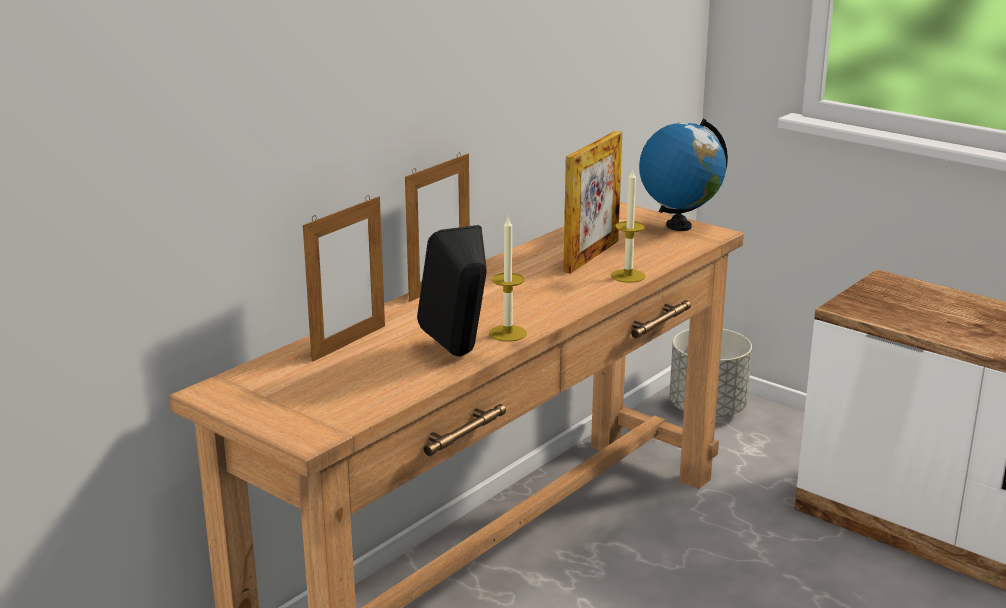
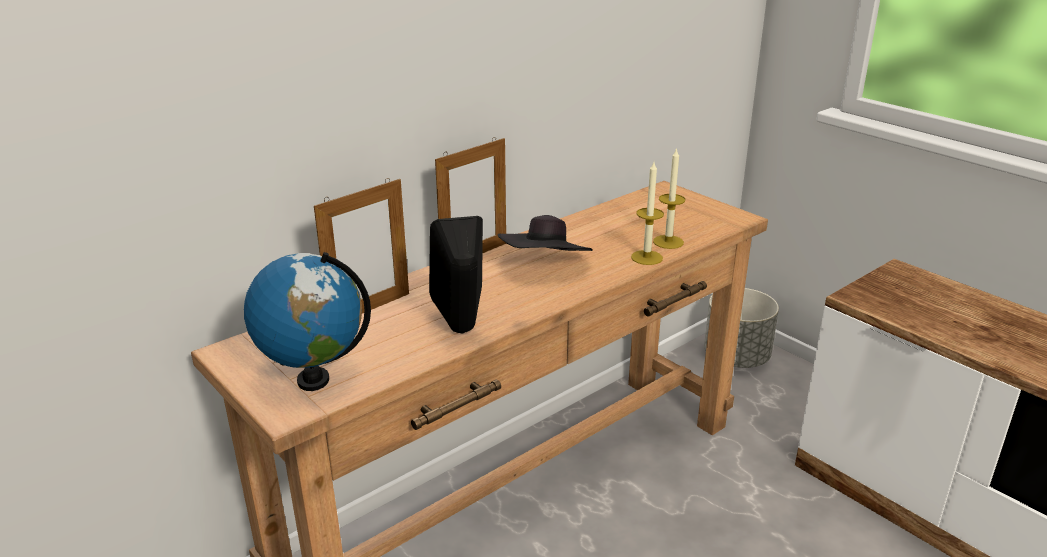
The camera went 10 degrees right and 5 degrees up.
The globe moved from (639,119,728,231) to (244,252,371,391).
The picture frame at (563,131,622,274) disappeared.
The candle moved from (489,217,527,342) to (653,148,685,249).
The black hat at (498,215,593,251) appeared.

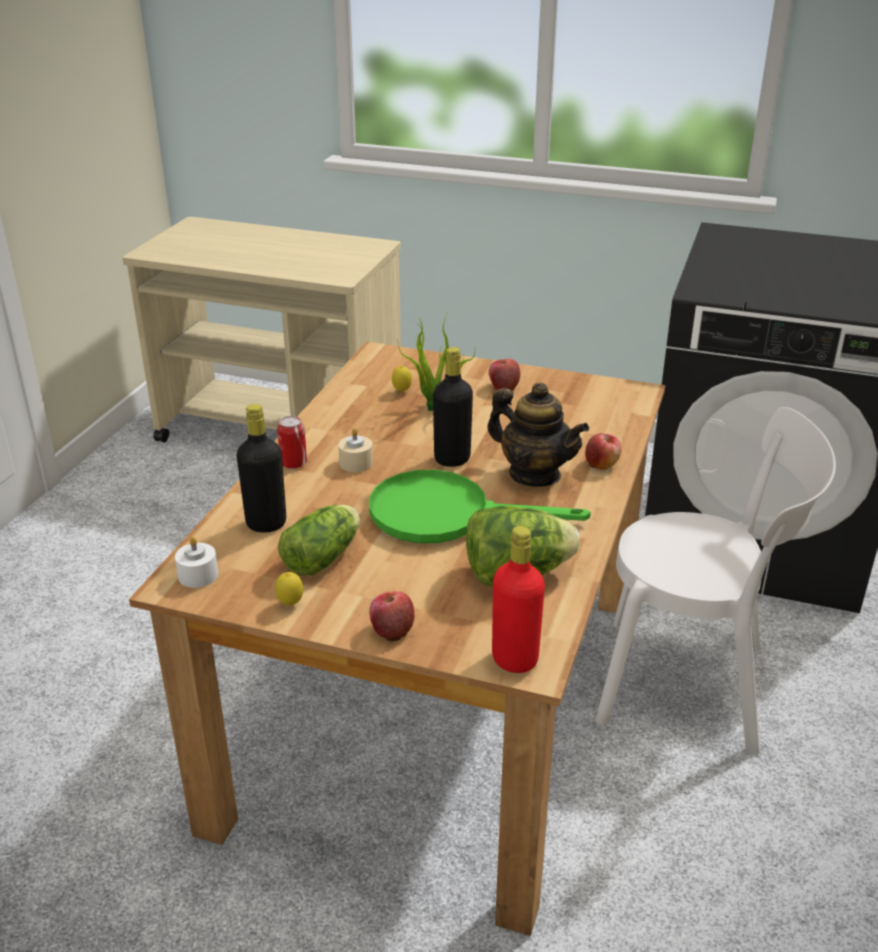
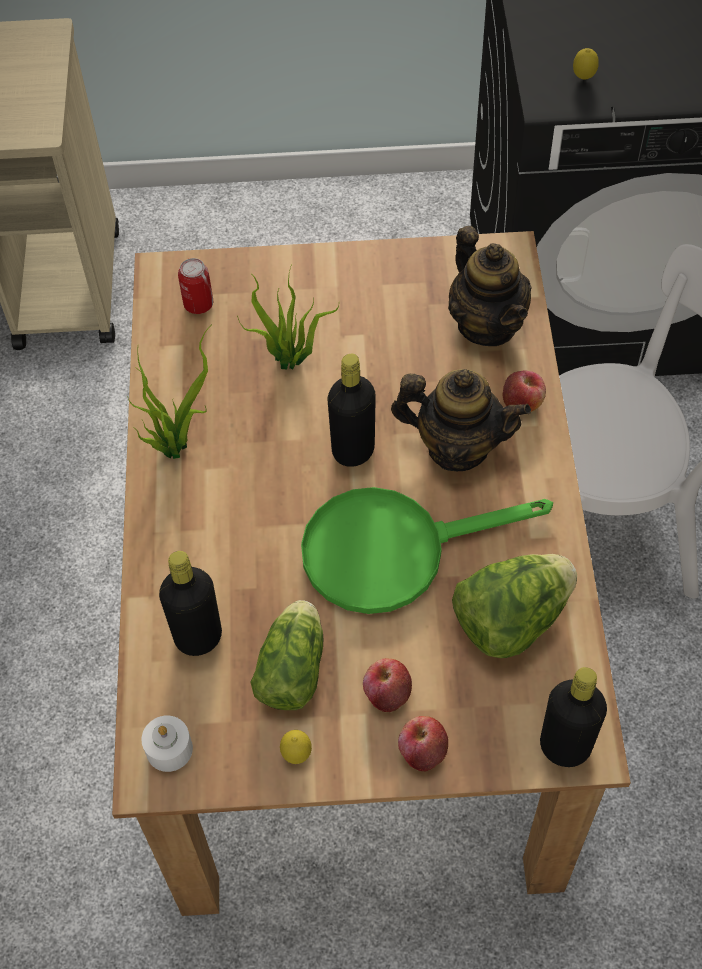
The camera went 20 degrees left and 25 degrees up.
The apple moved from (489,359,520,390) to (363,658,412,712).
The lemon moved from (392,366,412,392) to (573,48,599,79).
The can moved from (277,416,307,469) to (178,258,213,314).
The beige candle at (338,428,373,472) disappeared.
The red bottle at (492,526,545,673) became the black bottle at (540,667,607,767).
The teapot at (448,226,531,346) appeared.
The potted plant at (127,324,212,459) appeared.

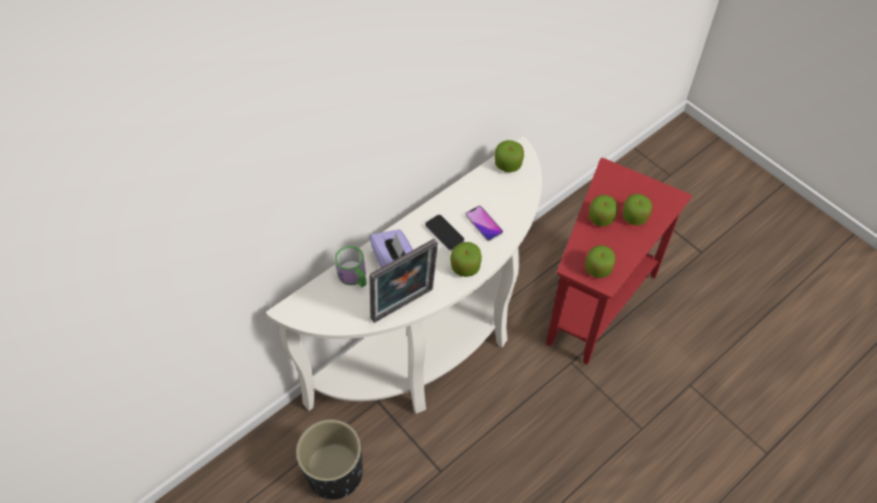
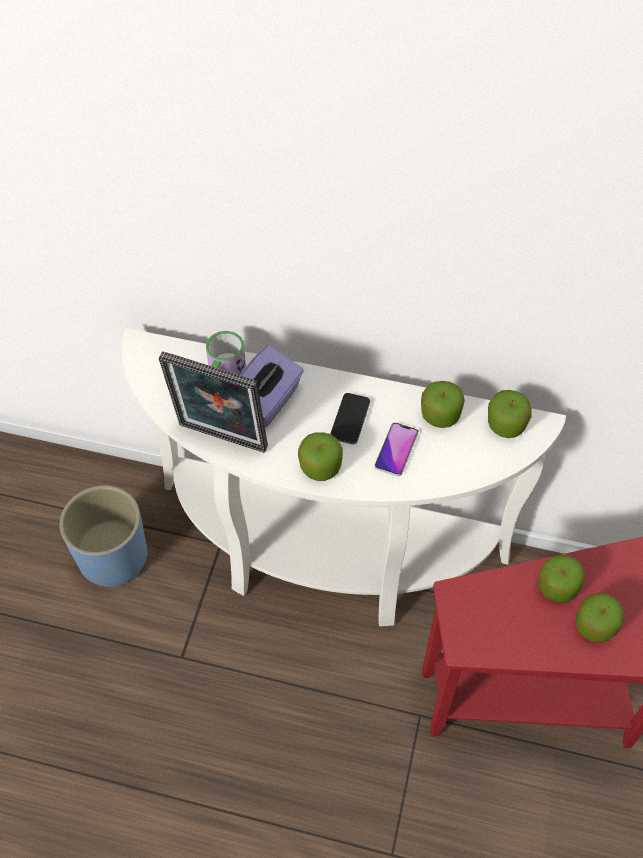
The camera went 55 degrees right and 0 degrees up.
The apple moved from (585,245,615,278) to (421,381,465,428).
The black planter at (296,419,363,500) became the blue planter at (60,485,147,587).

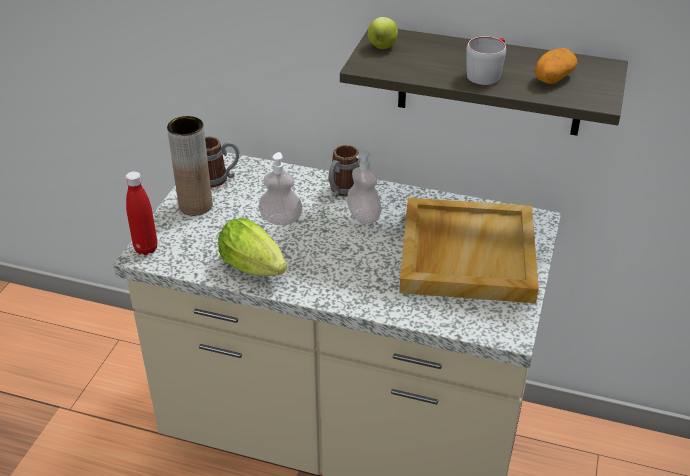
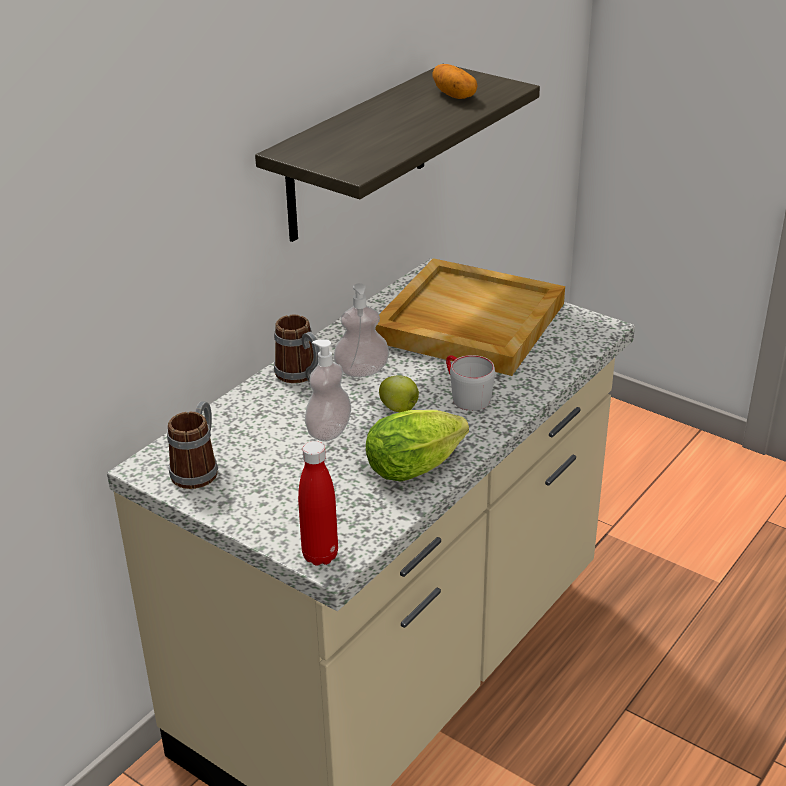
The camera went 70 degrees left and 5 degrees down.
The apple moved from (368,17,398,49) to (379,375,419,412).
The grey mug moved from (466,36,506,85) to (446,355,495,411).
The brown vase at (167,116,212,216) disappeared.

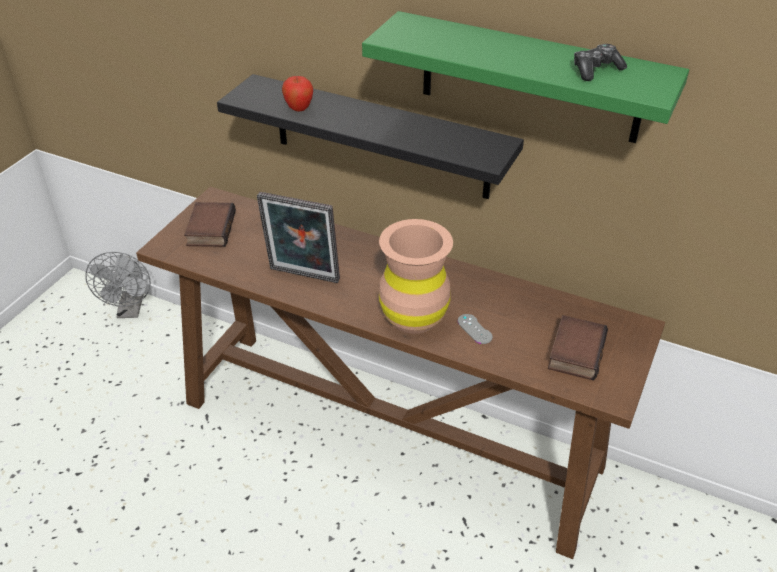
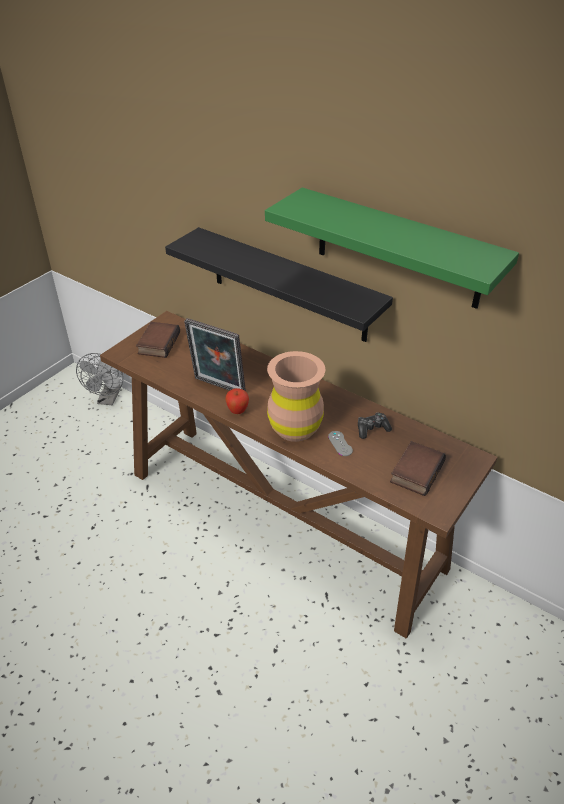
The camera went 10 degrees right and 0 degrees up.
The game controller moved from (574,44,627,81) to (358,412,392,439).
The apple moved from (282,76,313,112) to (225,388,249,414).

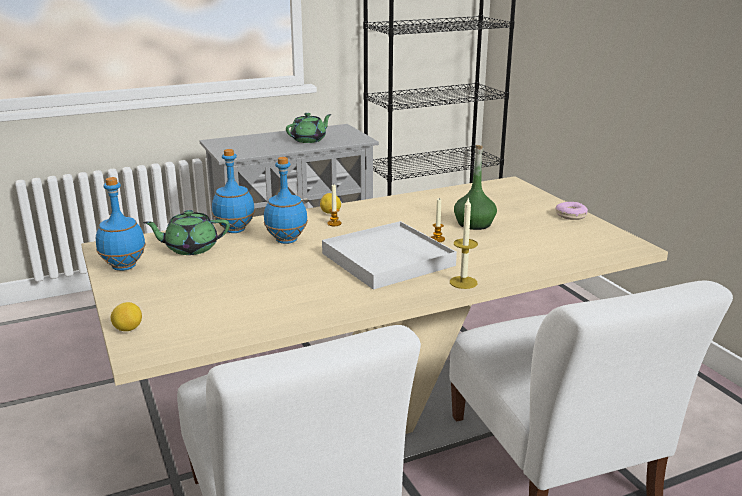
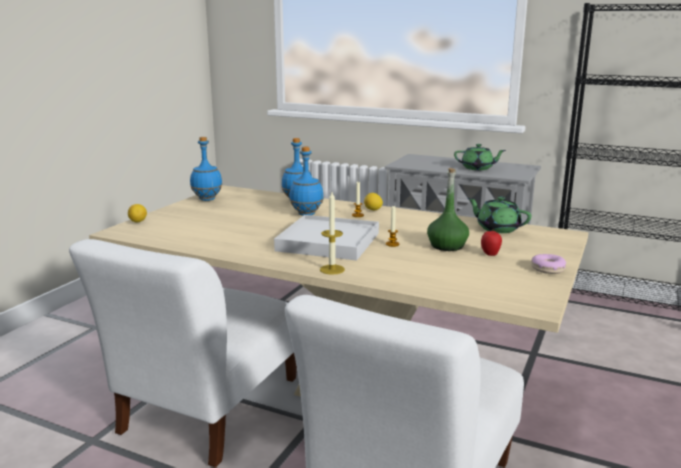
The camera went 50 degrees right and 5 degrees down.
The green teapot moved from (143,210,230,255) to (468,196,531,233).
The apple at (481,230,502,256) appeared.

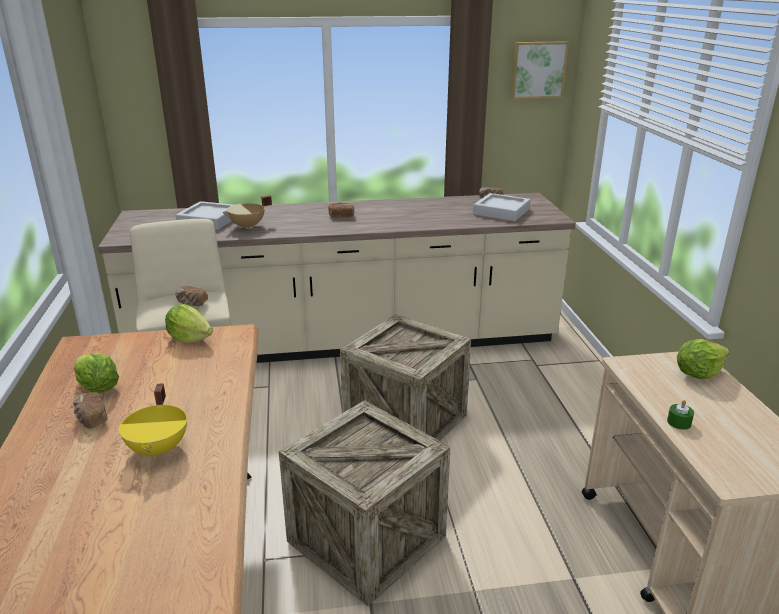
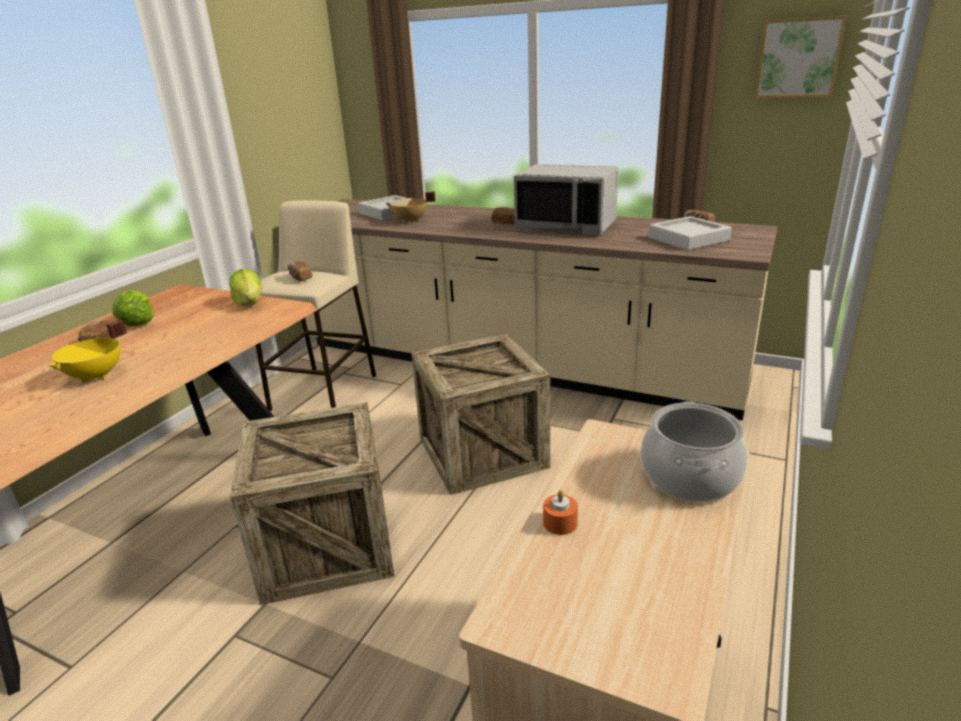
The camera went 35 degrees right and 0 degrees up.
The lettuce at (677,339,729,379) was replaced by the cooking pot at (641,401,748,502).
The green candle at (667,400,694,430) became the orange candle at (543,490,578,535).
The grey microwave at (514,164,619,235) appeared.

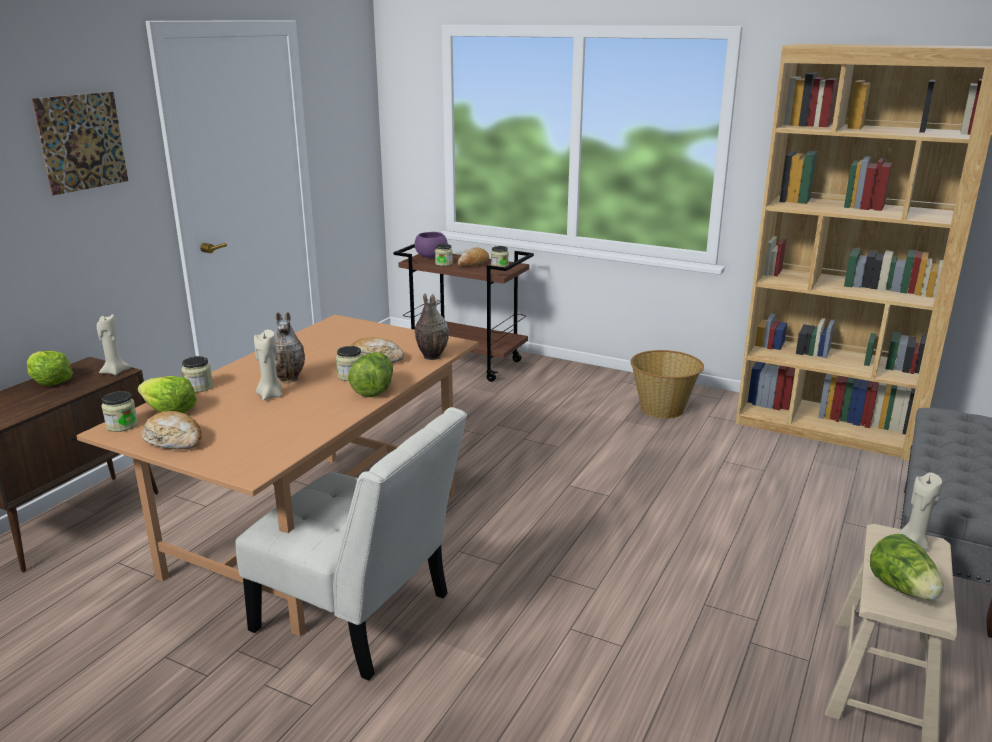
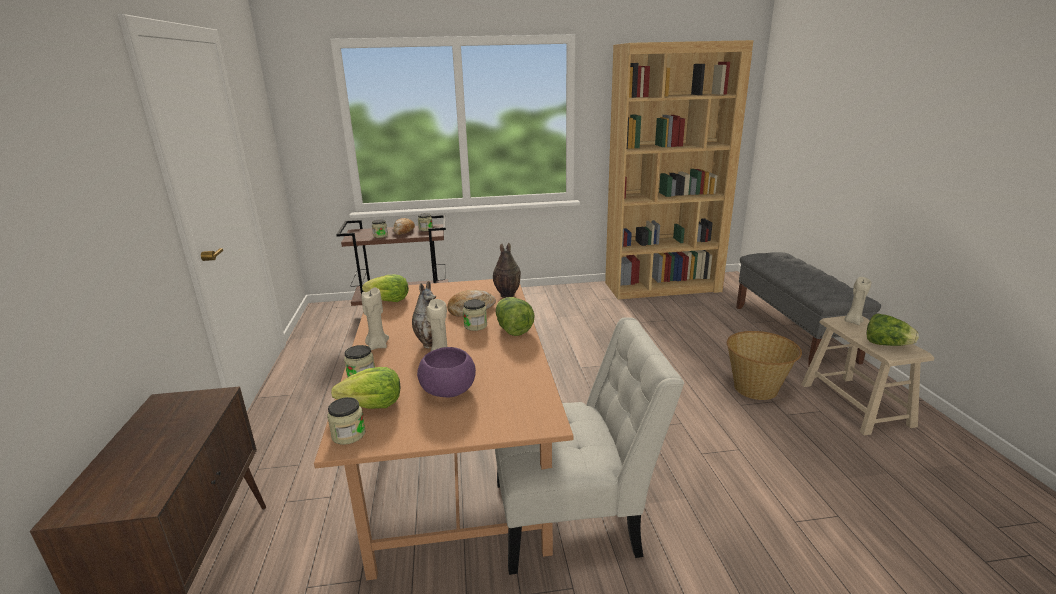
The camera went 35 degrees left and 0 degrees up.
The picture at (32,92,128,195) disappeared.
The purple bowl moved from (415,232,448,258) to (417,347,476,398).
The beige candle moved from (97,314,131,375) to (361,288,389,350).
The basket moved from (630,350,704,419) to (727,331,802,400).
The lettuce moved from (27,351,73,386) to (362,275,409,302).
The bread at (142,411,202,450) disappeared.

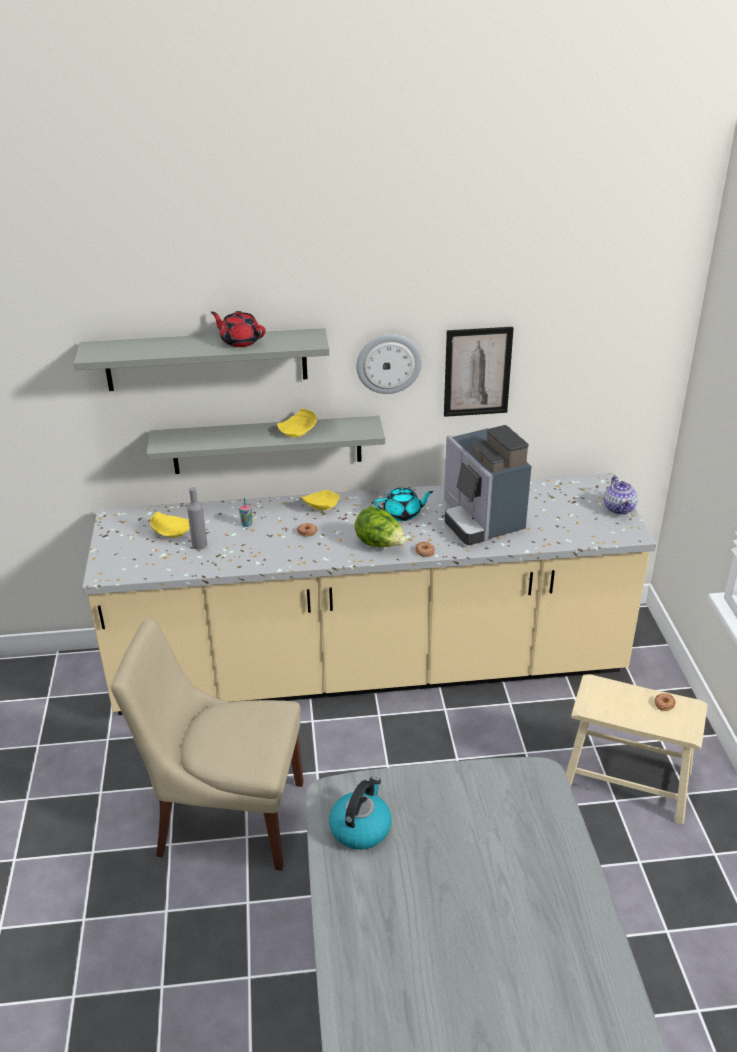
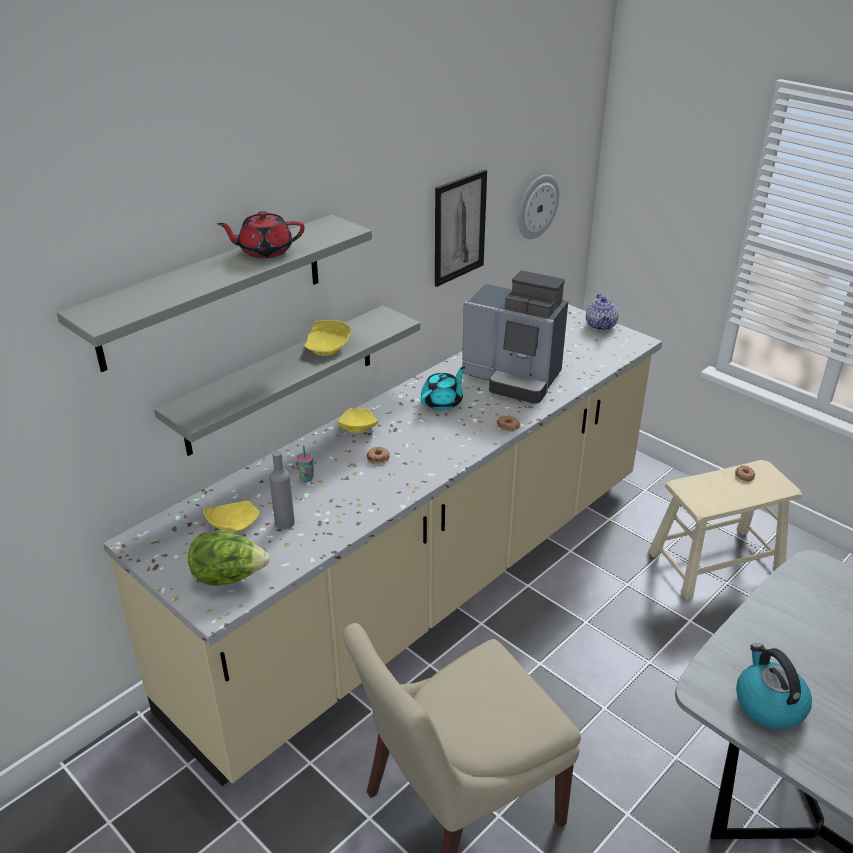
The camera went 40 degrees left and 0 degrees up.
The wall clock moved from (356,334,422,394) to (518,175,559,239).
The teapot at (604,476,638,515) turned 45 degrees clockwise.
The lettuce moved from (355,506,406,547) to (188,531,270,586).

